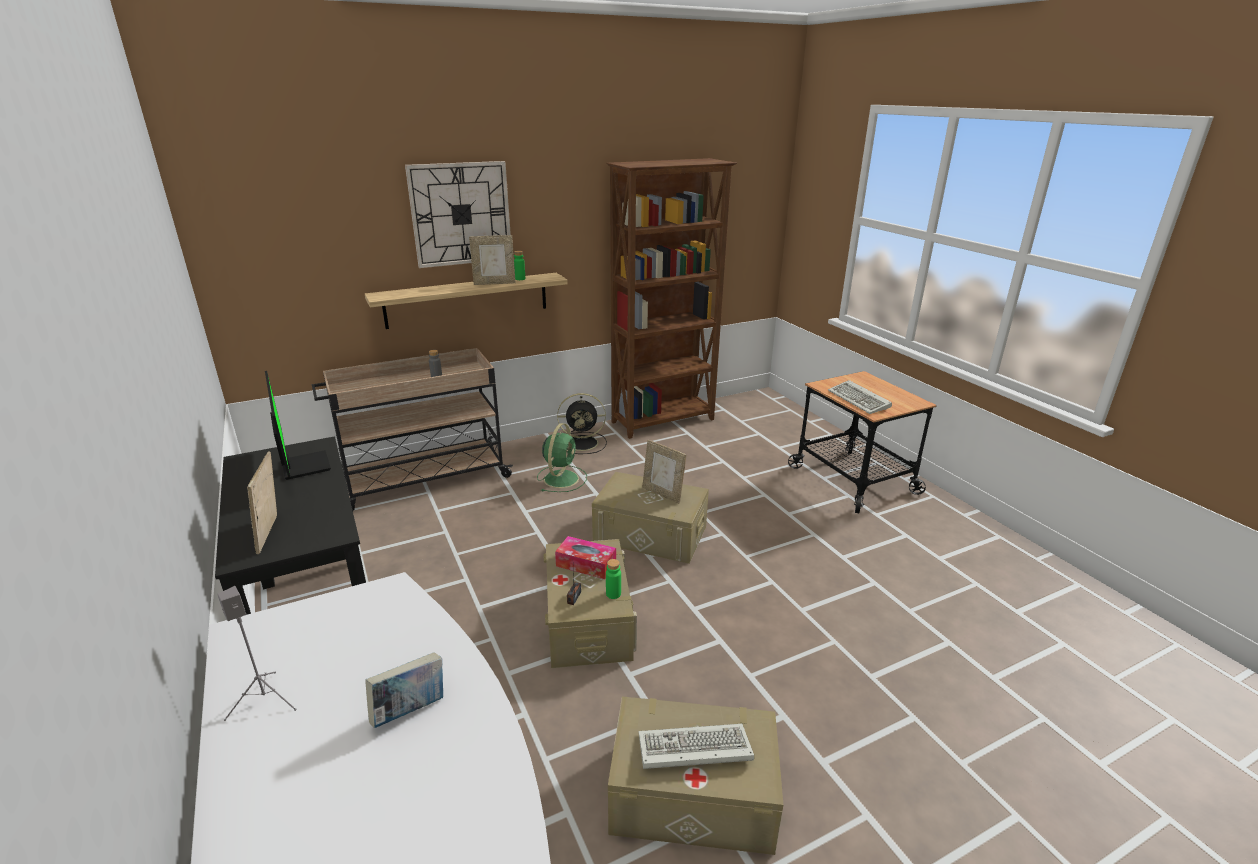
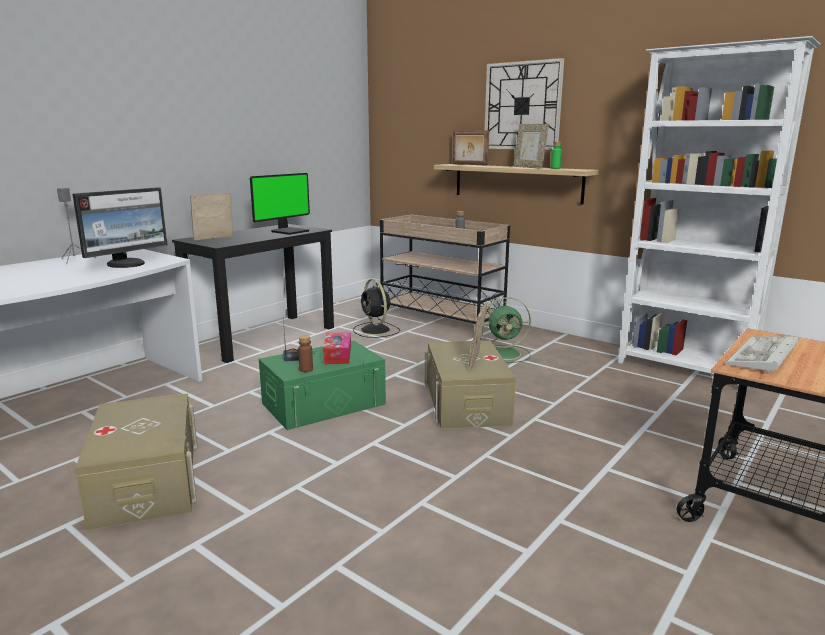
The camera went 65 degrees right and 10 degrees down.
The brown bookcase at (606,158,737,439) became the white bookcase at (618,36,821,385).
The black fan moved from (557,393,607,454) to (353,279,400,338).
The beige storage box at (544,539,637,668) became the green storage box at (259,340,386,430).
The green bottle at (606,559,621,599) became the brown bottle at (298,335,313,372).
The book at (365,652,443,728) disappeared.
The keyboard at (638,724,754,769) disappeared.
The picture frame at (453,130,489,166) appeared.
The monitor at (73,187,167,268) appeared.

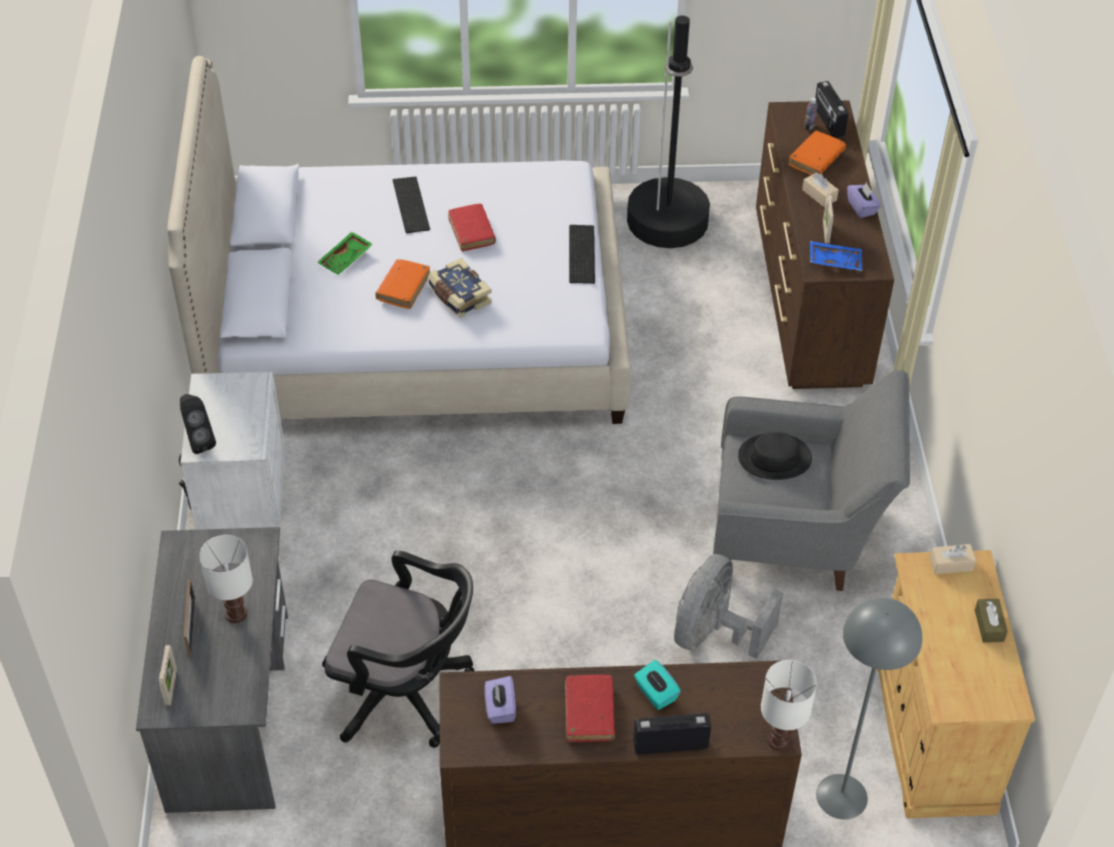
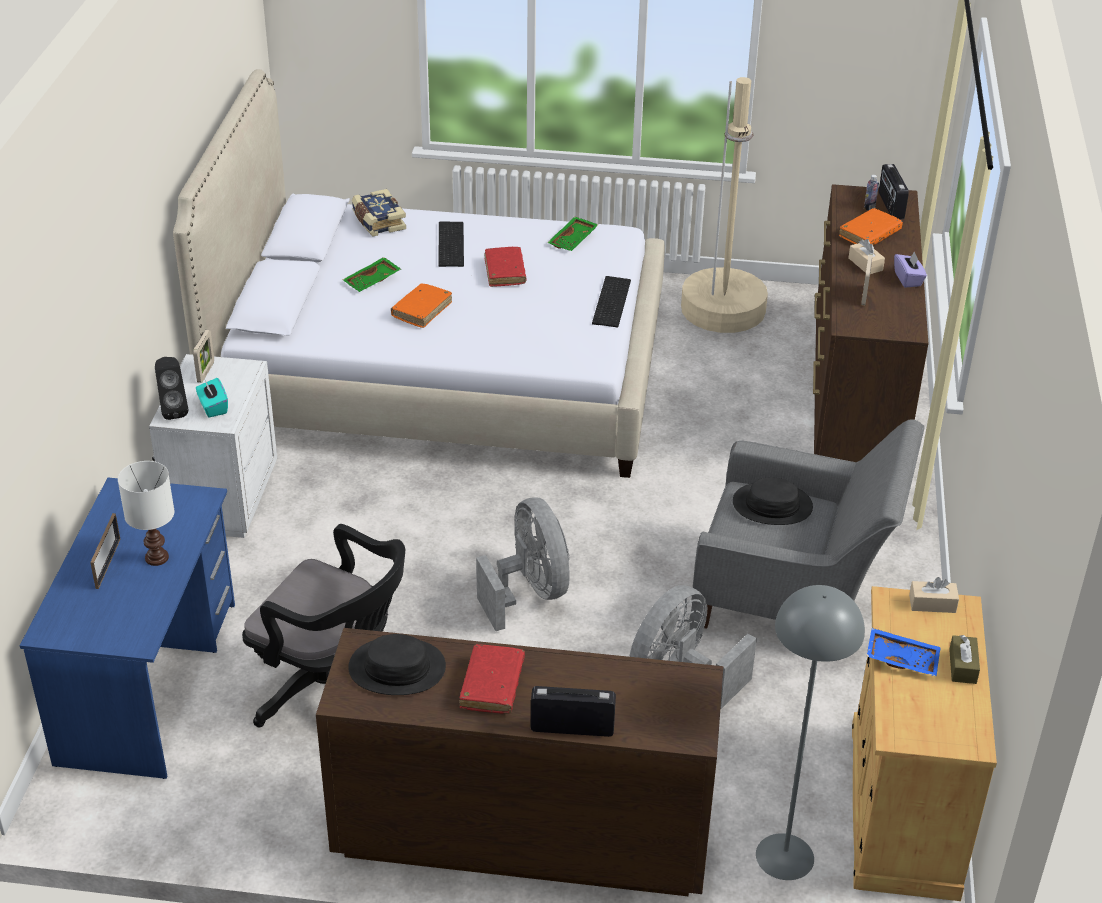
The camera went 10 degrees right and 10 degrees down.
The black floor lamp at (627,16,710,248) became the beige floor lamp at (681,77,768,333).
The blue tray moved from (810,241,862,271) to (867,628,941,677).
The book moved from (428,258,492,318) to (352,189,406,236).
The grey desk at (136,527,288,813) became the blue desk at (20,478,235,779).
The picture frame moved from (159,645,177,706) to (193,330,214,383).
The turquoise tissue box moved from (634,660,681,710) to (196,378,228,417).
The white table lamp at (761,660,817,751) disappeared.
The purple tissue box at (485,676,516,724) was replaced by the black hat at (348,634,446,695).
The green tray at (547,216,598,251) appeared.
The grey fan at (476,497,570,631) appeared.

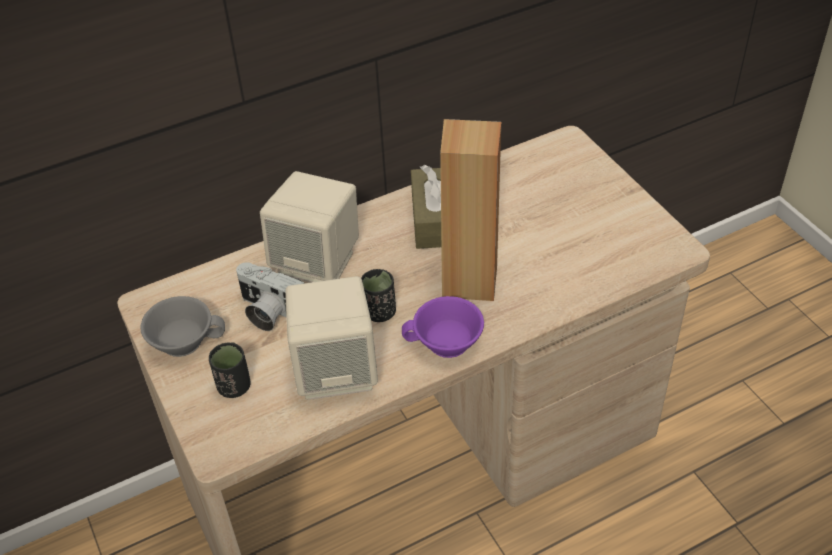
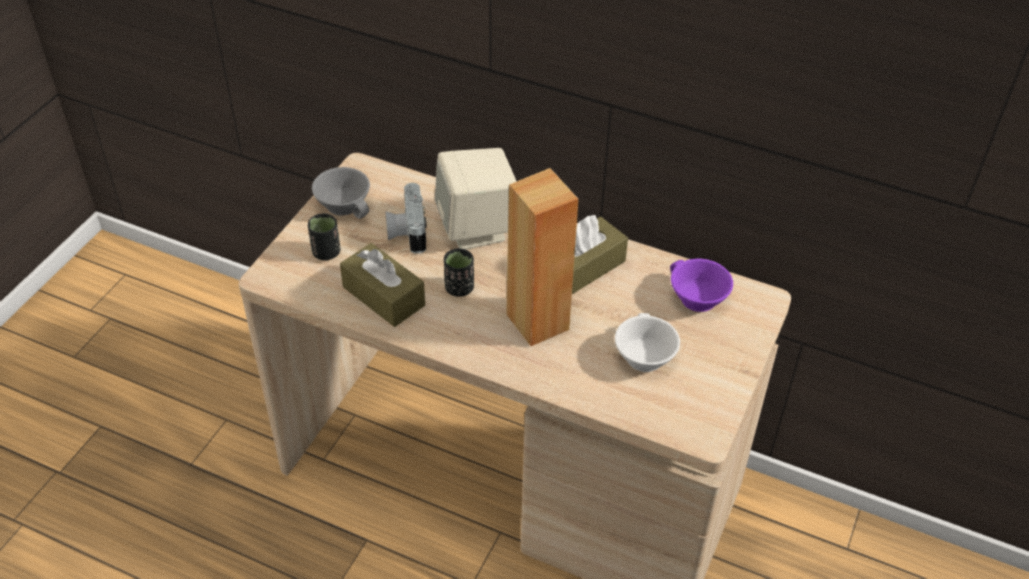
The camera went 50 degrees right and 0 degrees up.
The beige speaker at (285,276,378,400) was replaced by the brown tissue box at (340,243,425,327).
The purple cup moved from (402,296,484,358) to (670,259,733,312).
The white cup at (615,313,680,372) appeared.

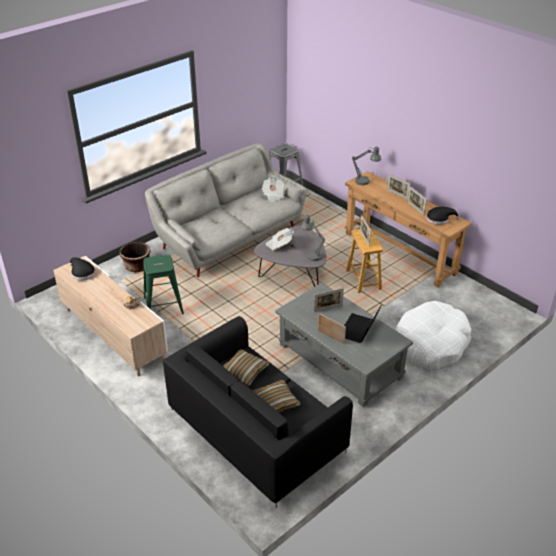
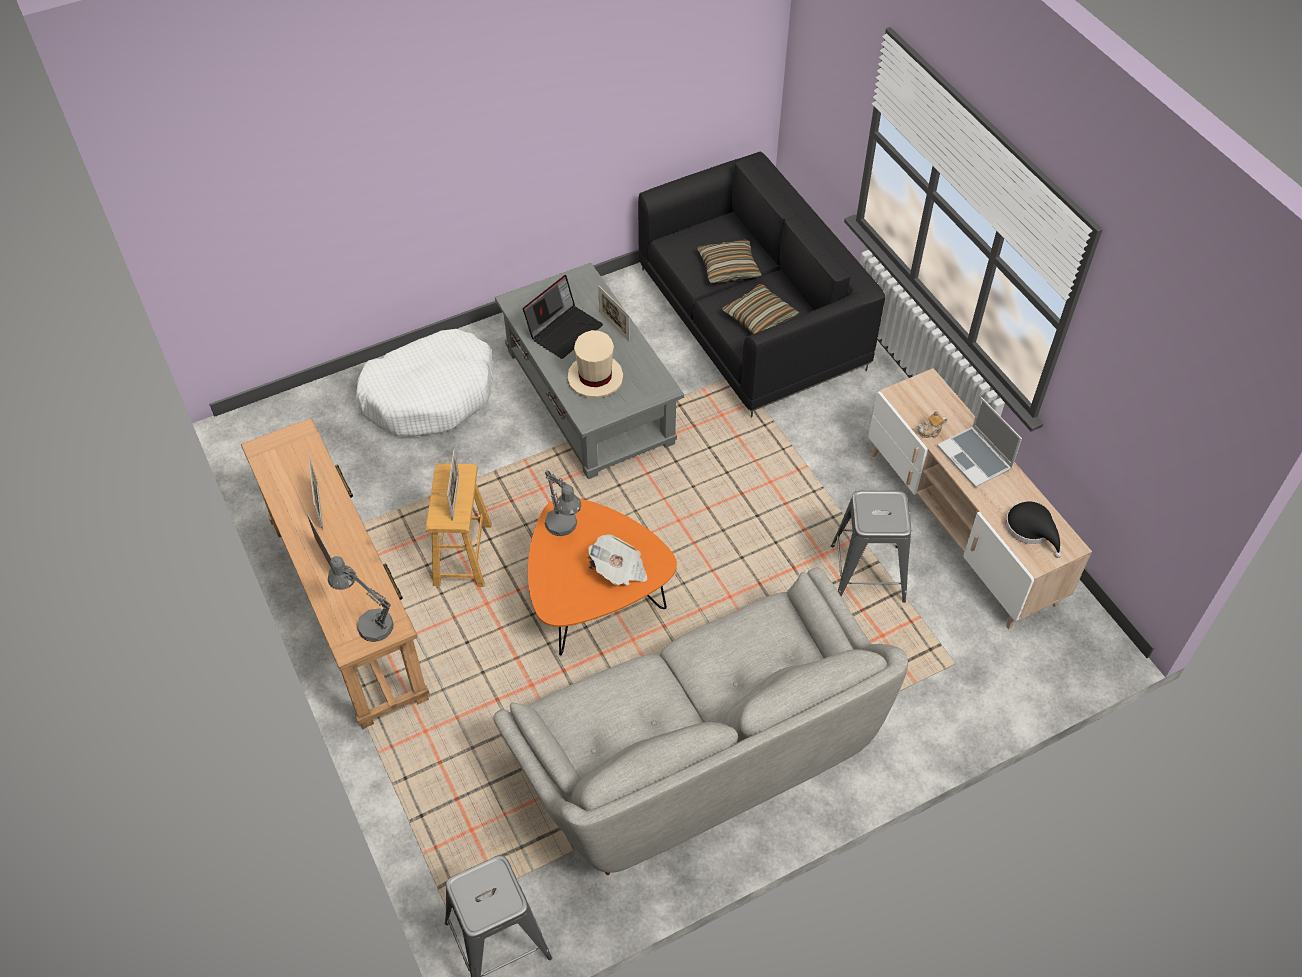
The camera went 165 degrees left and 15 degrees up.
The newspaper at (262,177,285,202) disappeared.
The black hat at (426,207,459,225) disappeared.
The grey coffee table at (254,225,326,287) became the orange coffee table at (528,498,677,656).
The brown planter at (119,242,151,272) disappeared.
The green stool at (143,254,184,314) became the grey stool at (831,491,911,603).
The picture frame at (314,288,344,312) was replaced by the beige hat at (567,330,623,398).
The laptop at (937,397,1022,488) appeared.

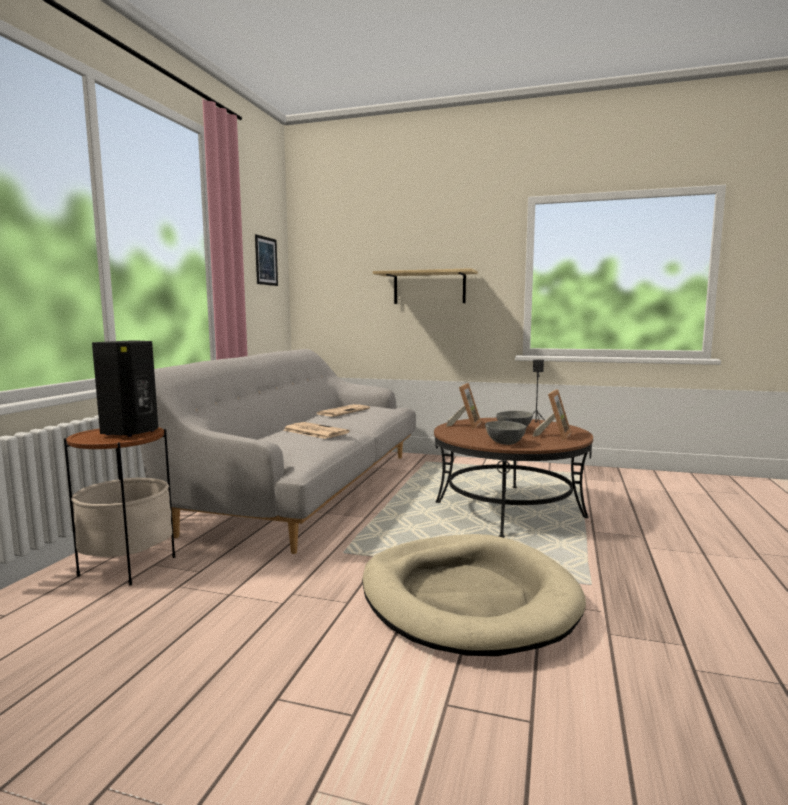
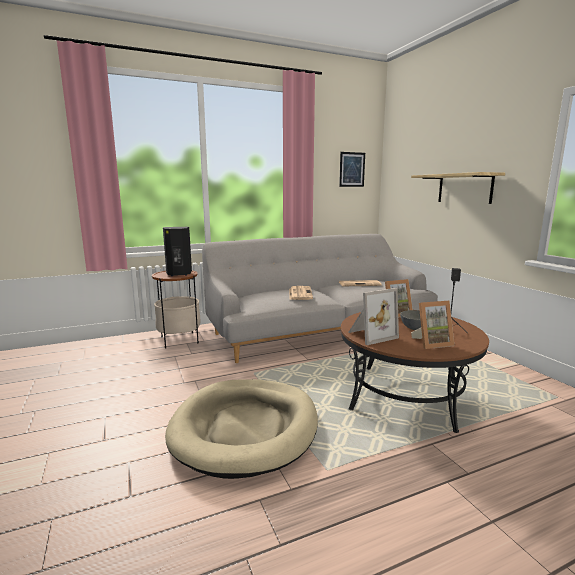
The camera went 50 degrees right and 5 degrees up.
The grey bowl at (485,421,526,445) was replaced by the picture frame at (349,288,399,345).

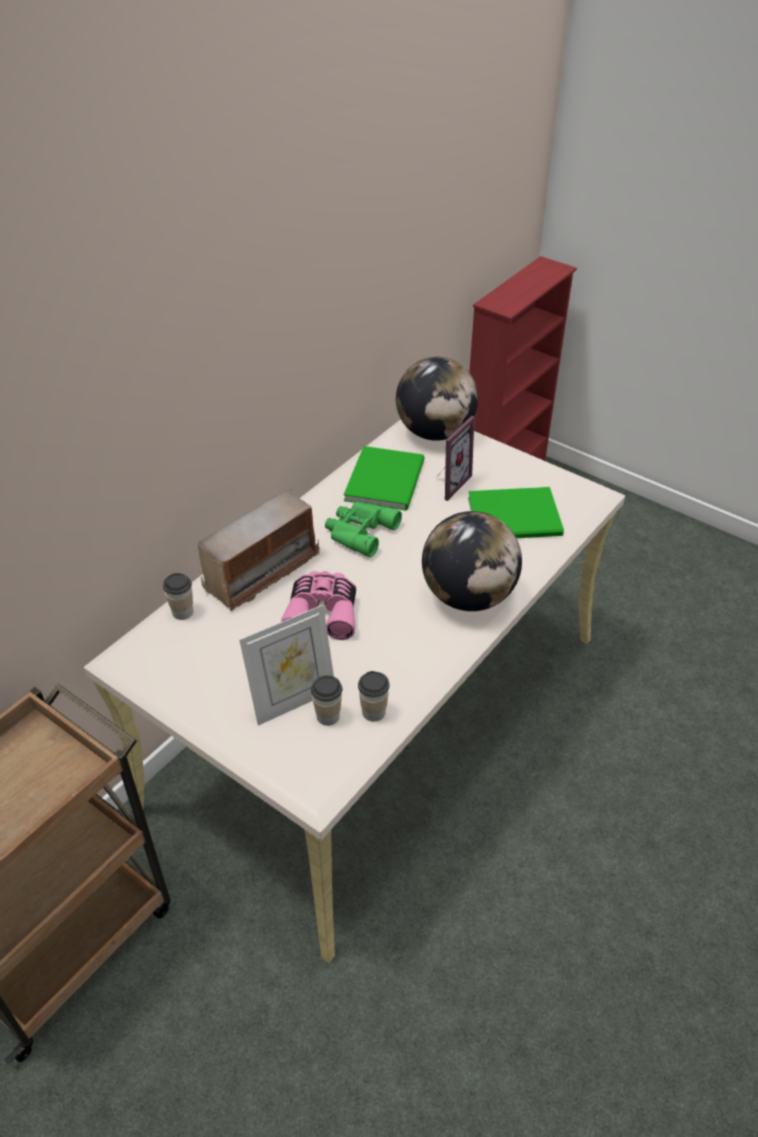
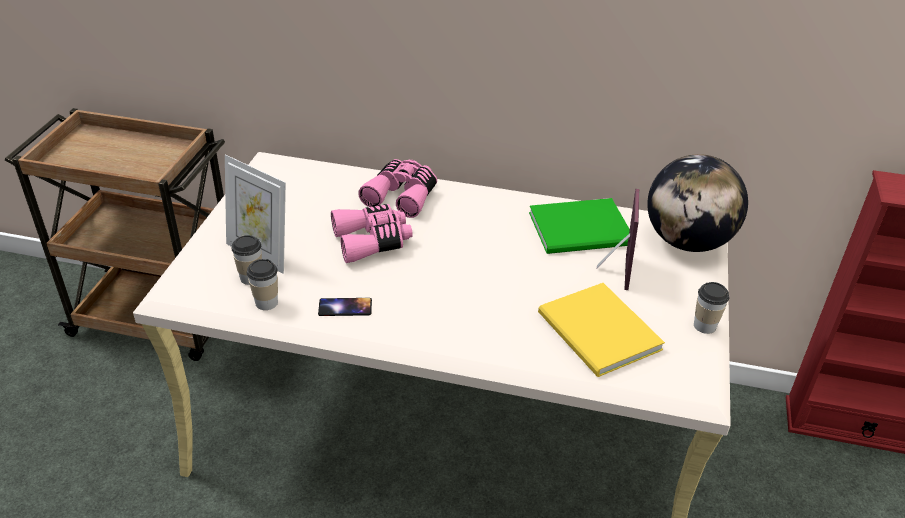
The camera went 65 degrees right and 5 degrees down.
The picture frame at (440,416,475,501) turned 90 degrees counterclockwise.
The green book at (468,487,564,538) became the yellow book at (538,283,665,377).
The radio at (198,489,320,611) was replaced by the pink binoculars at (358,159,437,218).
The green binoculars at (325,501,402,557) disappeared.
The globe at (422,511,522,611) disappeared.
The cup moved from (163,573,193,620) to (694,282,729,334).
The phone at (318,298,372,316) appeared.

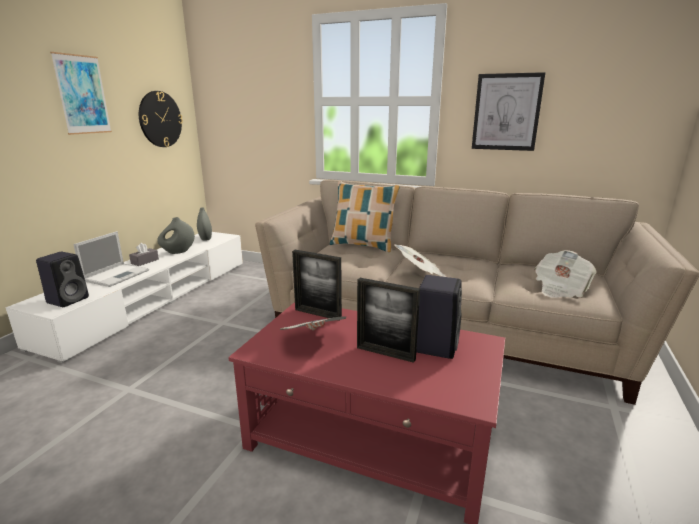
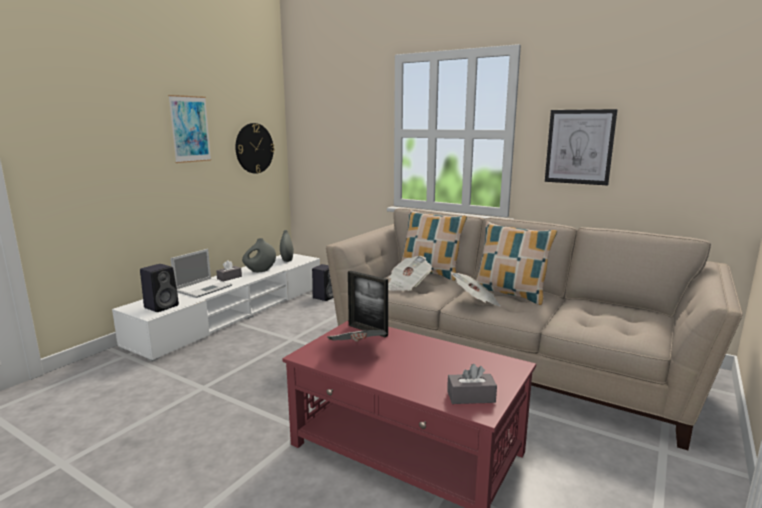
The camera went 10 degrees right and 5 degrees down.
The newspaper moved from (535,250,597,298) to (388,256,432,291).
The black speaker moved from (416,275,462,359) to (312,264,333,301).
The picture frame at (357,278,420,363) disappeared.
The pillow at (476,222,557,305) appeared.
The grey tissue box at (447,364,497,404) appeared.

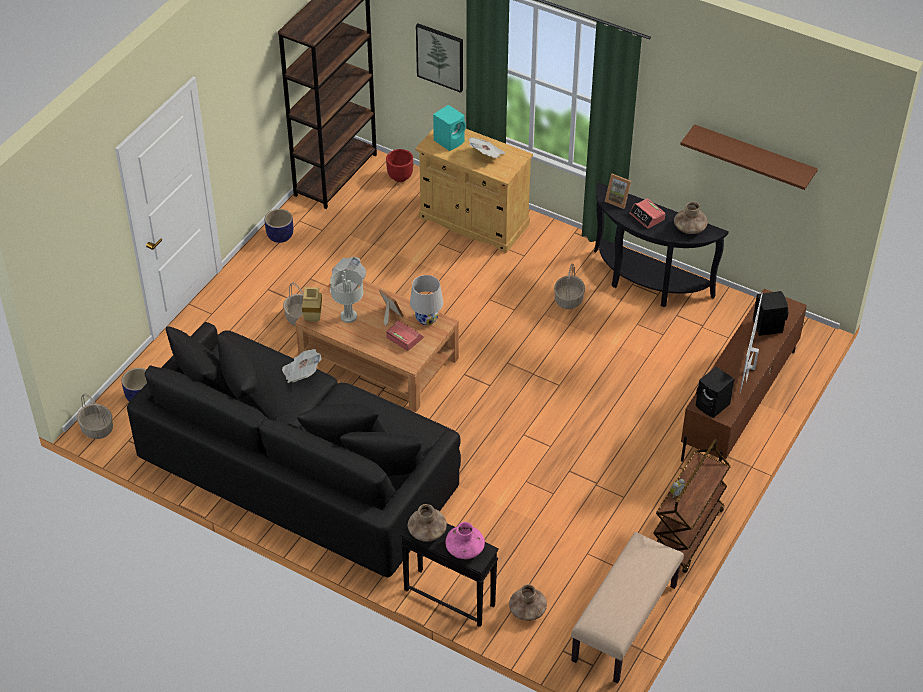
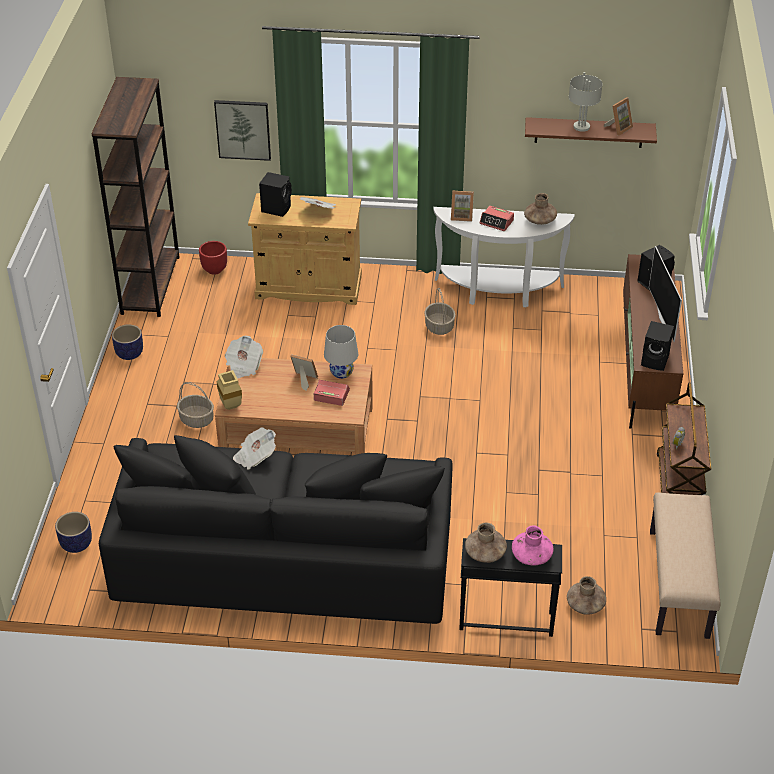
The camera went 25 degrees left and 5 degrees down.
The turquoise speaker at (433,105,466,151) became the black speaker at (259,172,292,217).
The black console table at (594,182,729,307) became the white console table at (433,207,575,307).
The grey table lamp moved from (330,270,363,323) to (569,72,603,132).
The basket at (77,394,113,439) disappeared.
The picture frame at (604,97,633,136) appeared.

